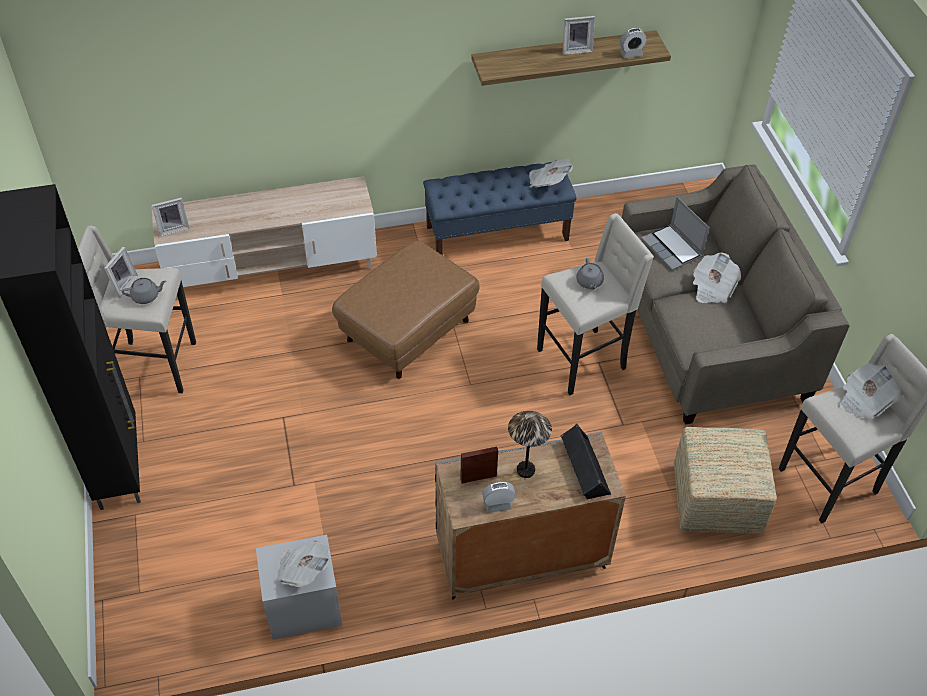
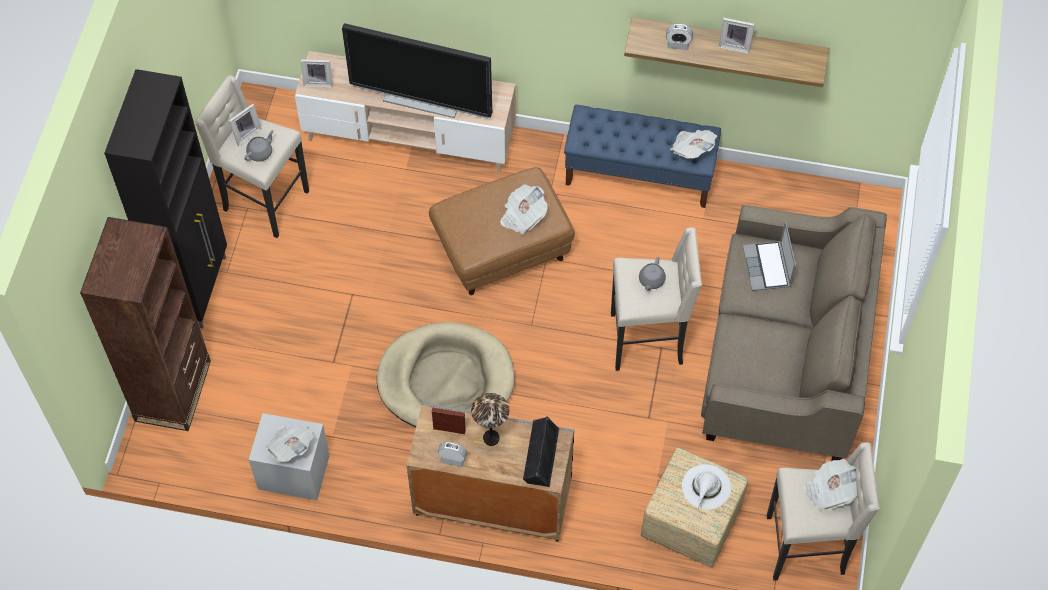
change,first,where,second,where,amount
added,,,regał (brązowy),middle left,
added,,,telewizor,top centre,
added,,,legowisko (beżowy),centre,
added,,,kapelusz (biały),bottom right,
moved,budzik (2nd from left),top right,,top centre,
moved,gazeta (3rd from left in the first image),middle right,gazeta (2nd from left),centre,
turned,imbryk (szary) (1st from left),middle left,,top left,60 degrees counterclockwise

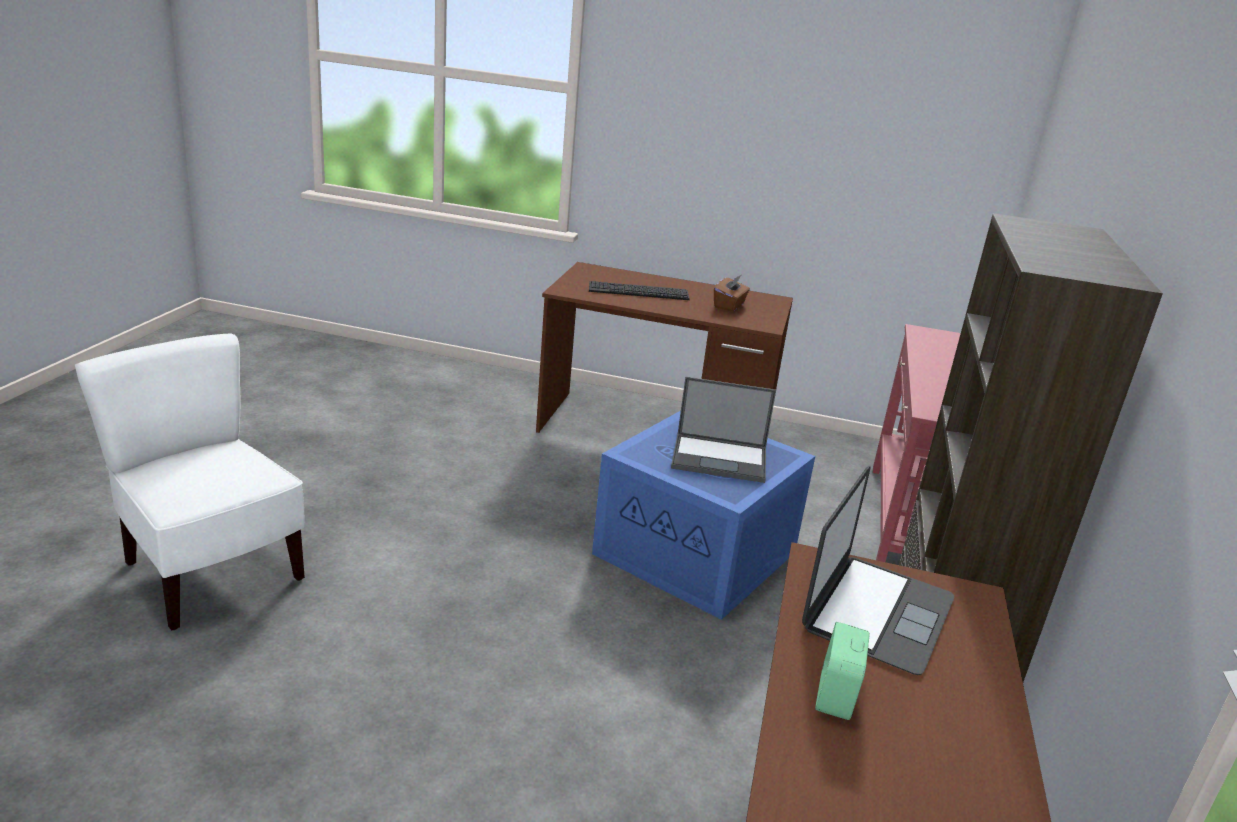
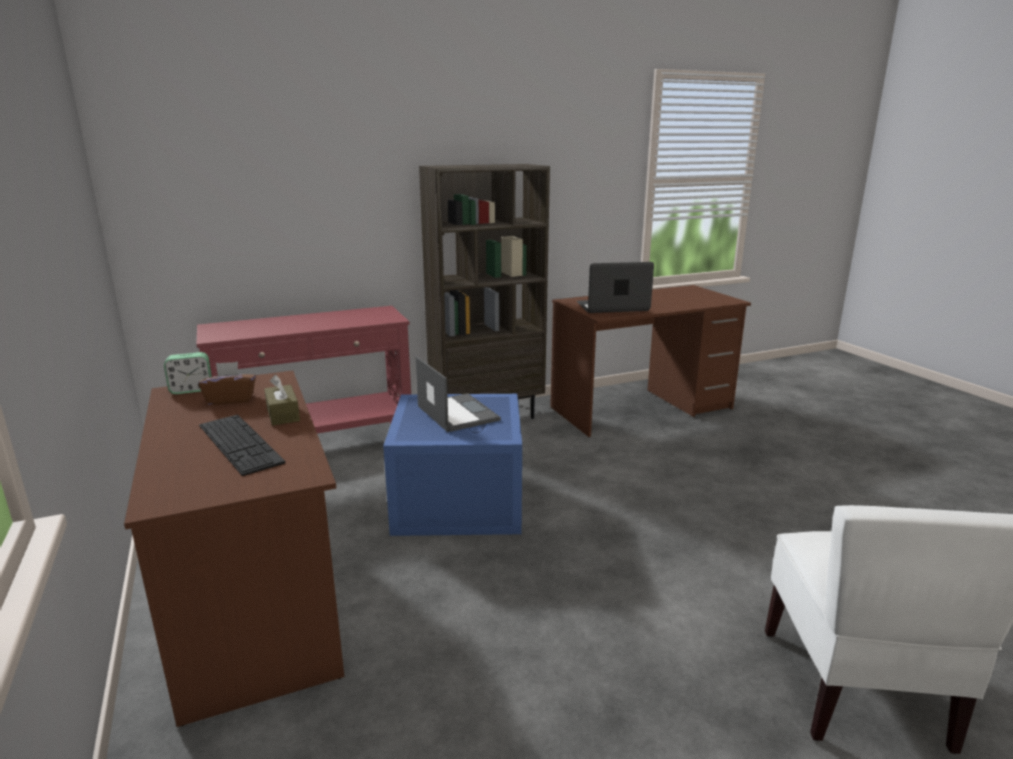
change,first,where,second,where,amount
added,,,pudełko chusteczek (brązowy) (2nd from left),middle left,
moved,budzik,bottom right,,middle left,

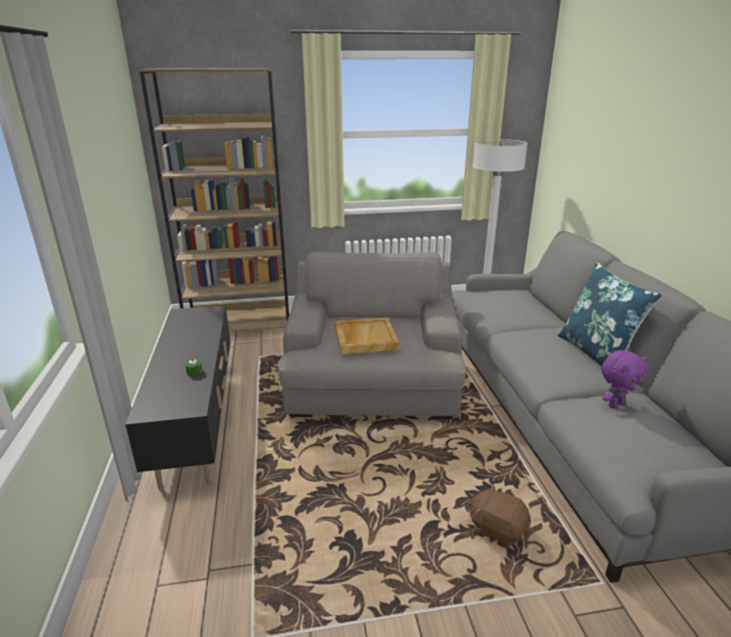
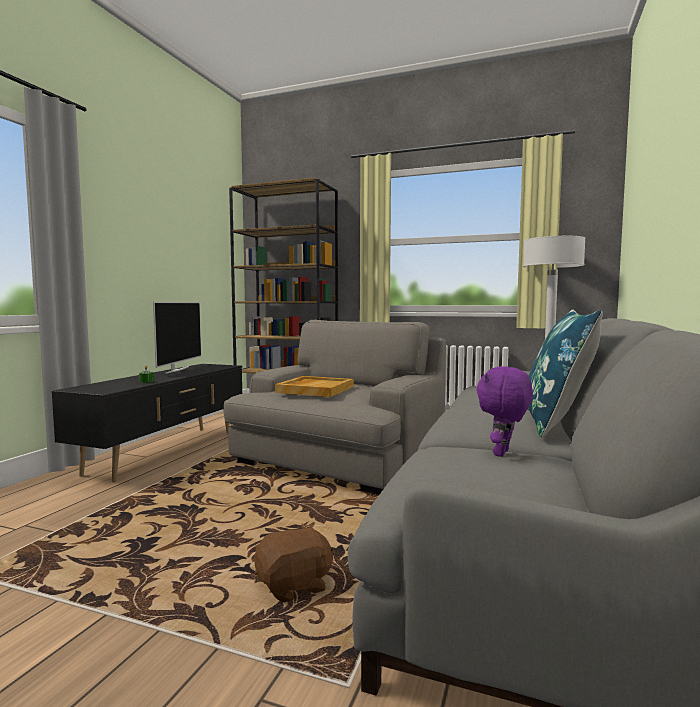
change,first,where,second,where,amount
added,,,telewizor,middle left,
turned,pluszak (brązowy),bottom right,,bottom centre,90 degrees clockwise
turned,pluszak (fioletowy),middle right,,middle right,120 degrees clockwise

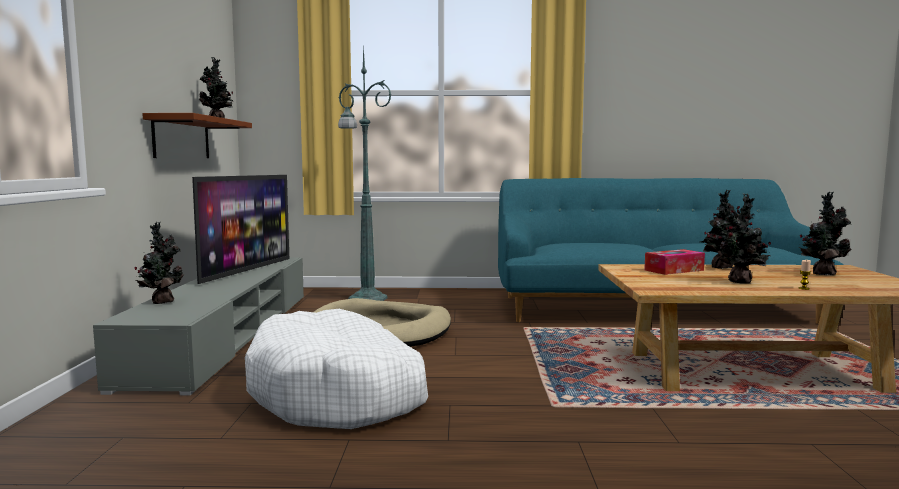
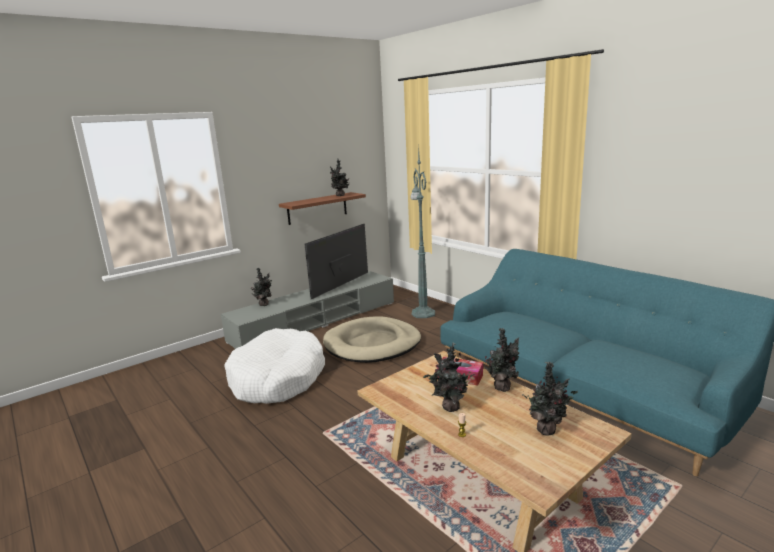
change,first,where,second,where,amount
turned,telewizor,middle left,,centre,150 degrees clockwise

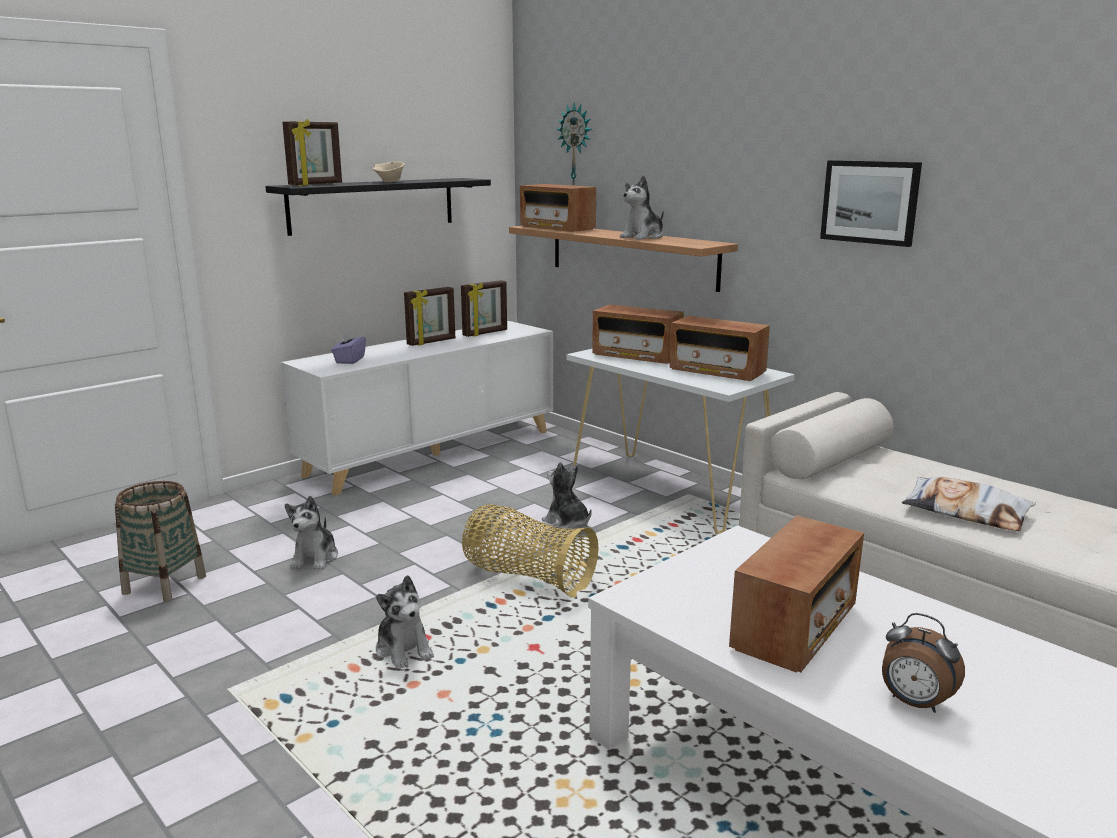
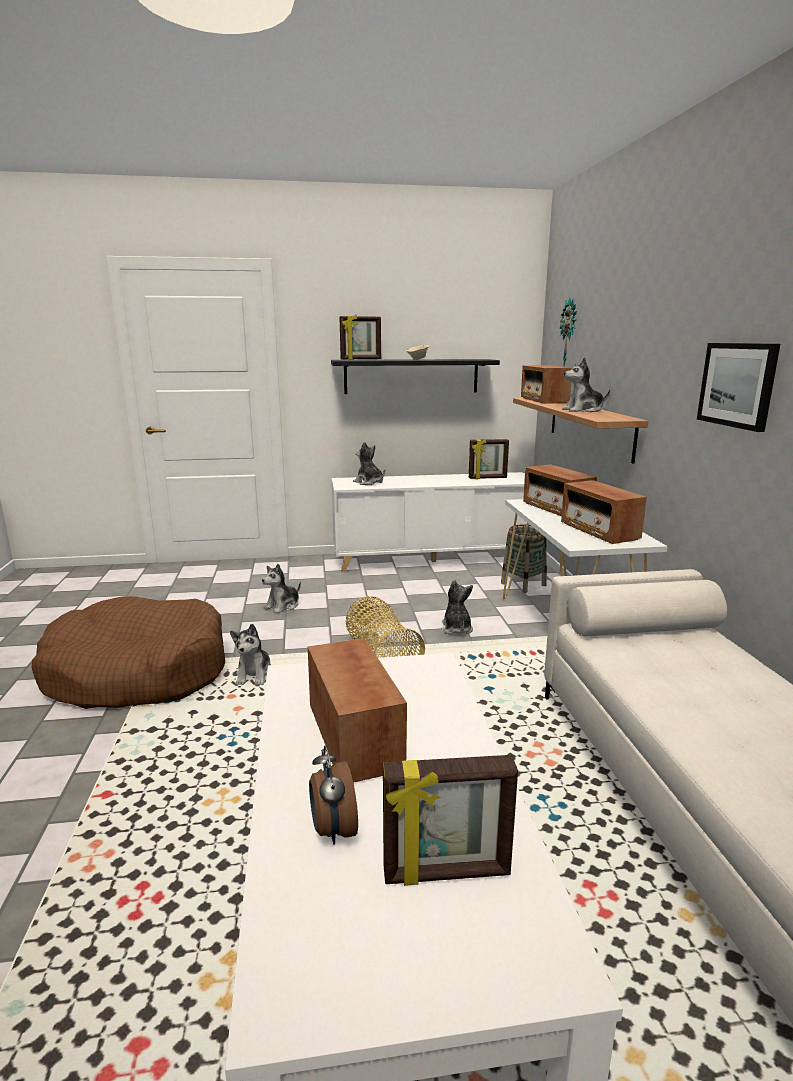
change,first,where,second,where,amount
removed,poduszka,middle right,,,
added,,,legowisko (brązowy),middle left,
moved,koszyk (1st from left in the first image),middle left,koszyk (2nd from left),centre,
moved,ramka na zdjęcie (2nd from left),centre,,bottom centre,
replaced,pudełko chusteczek (fioletowy),middle left,pluszak (3rd from left),centre,
turned,radio (4th from left in the first image),bottom right,radio (1st from left),centre,90 degrees counterclockwise

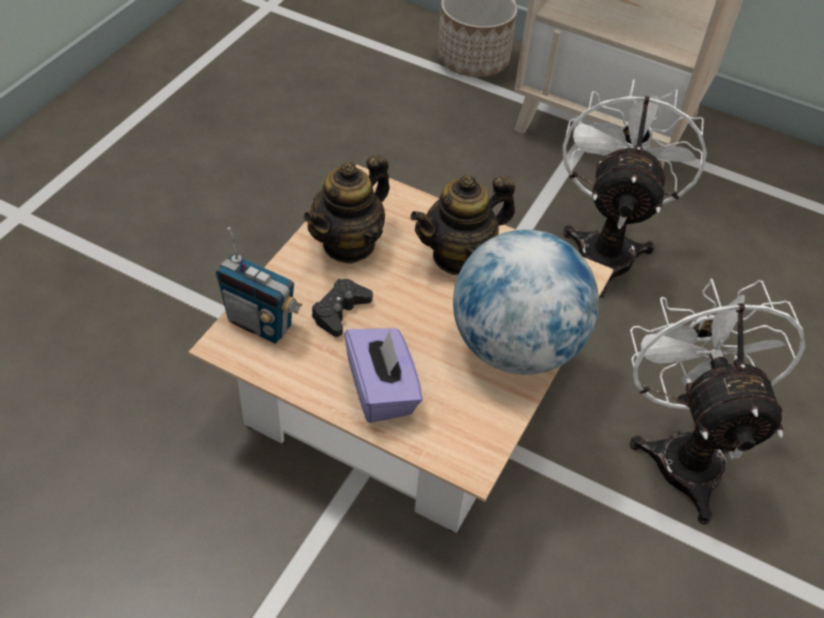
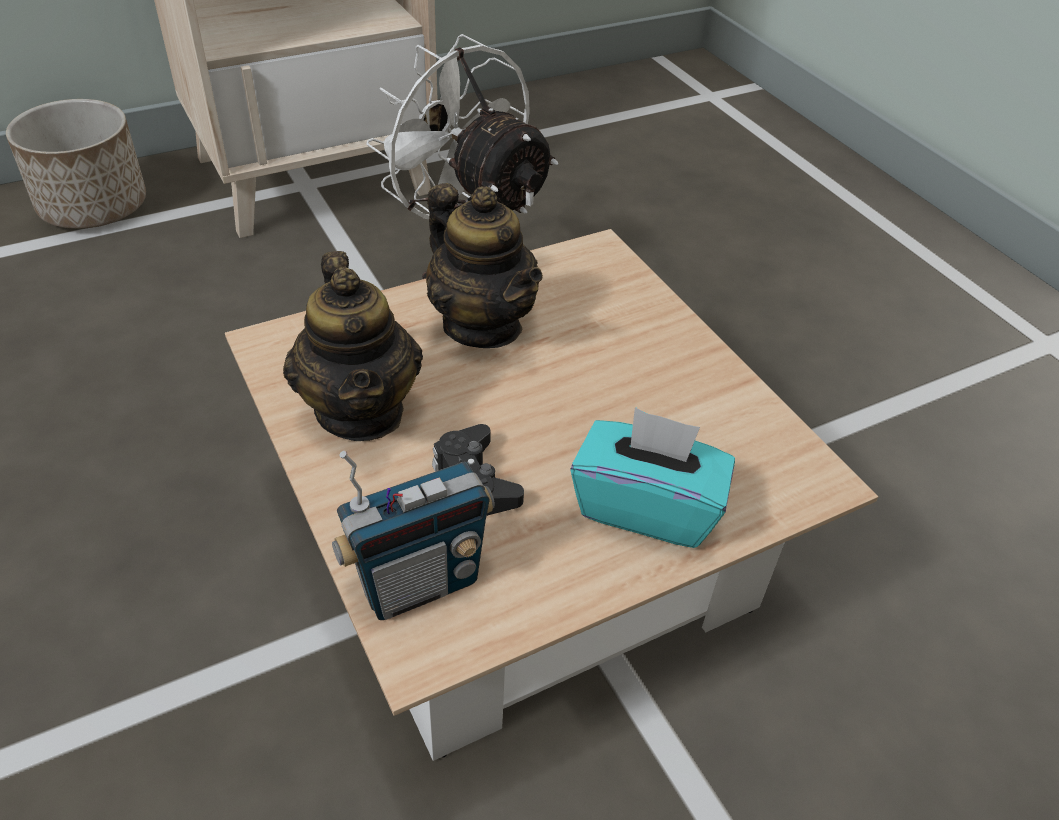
change,first,where,second,where,amount
removed,globus,centre,,,
removed,wentylator (biały) (2nd from left),middle right,,,
recoloured,pudełko chusteczek (fioletowy),centre,pudełko chusteczek (turkusowy),centre,
turned,imbryk (2nd from left),centre,,top centre,45 degrees counterclockwise

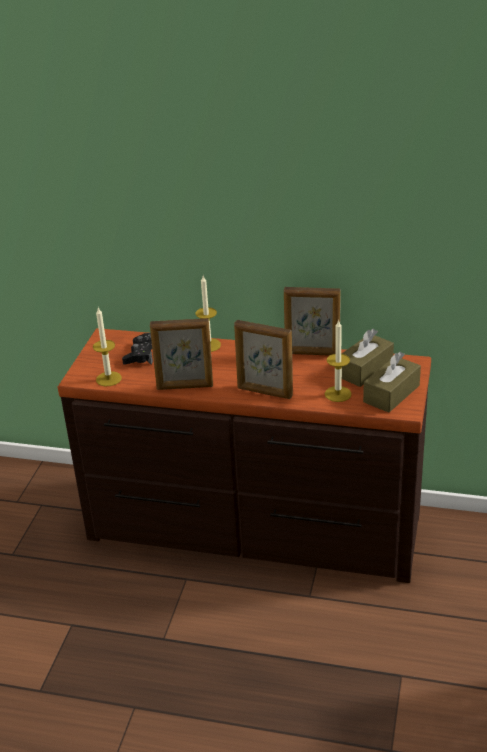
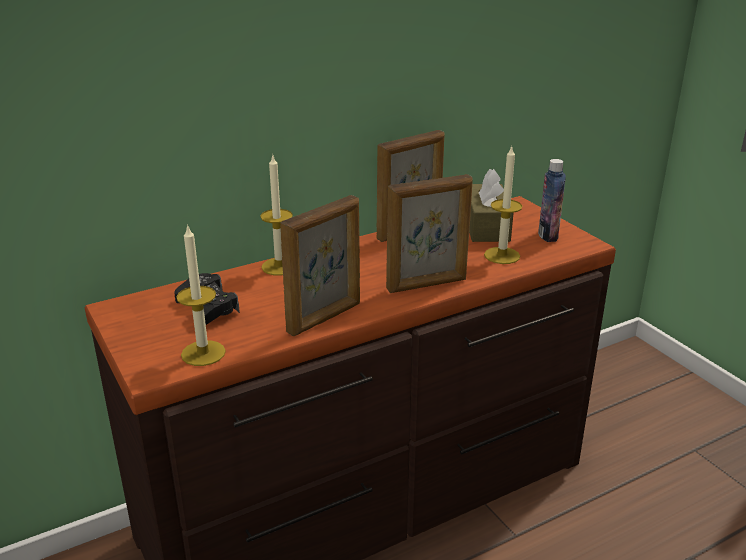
change,first,where,second,where,amount
replaced,pudełko chusteczek (brązowy) (2nd from left),middle right,butelka,middle right,

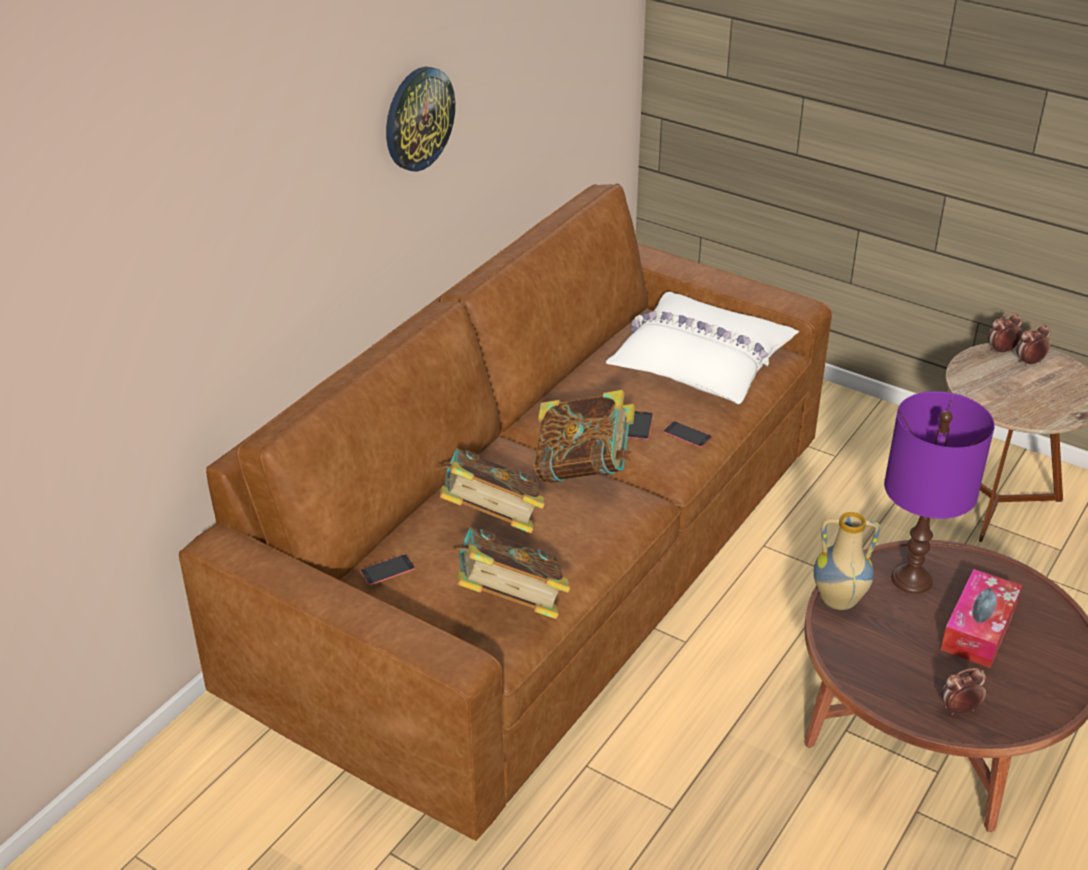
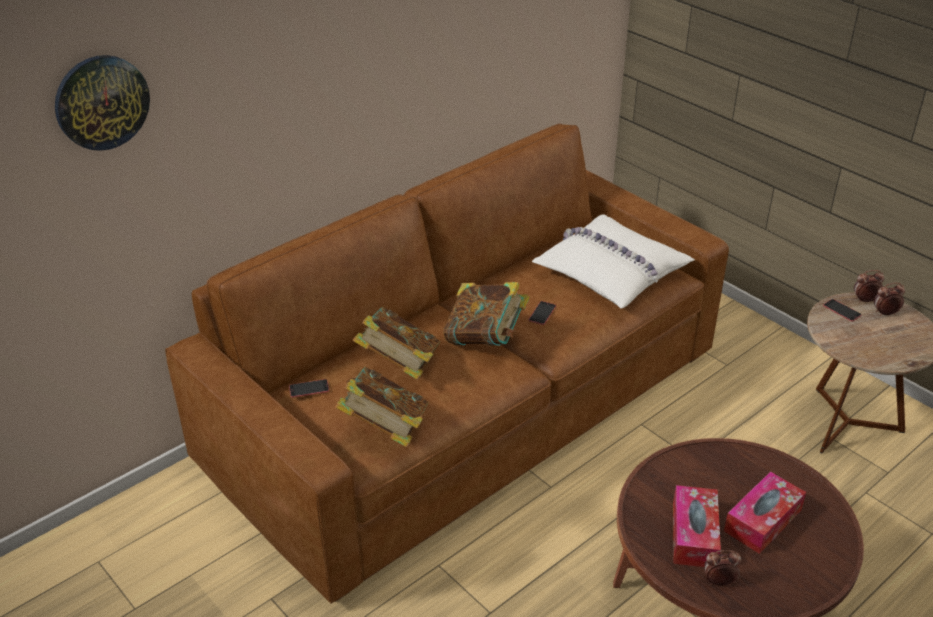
change,first,where,second,where,amount
removed,wazon,middle right,,,
removed,lampa stołowa (fioletowy),middle right,,,
added,,,pudełko chusteczek (1st from left),bottom right,
moved,zegar ścienny,top centre,,top left,
moved,telefon (3rd from left),centre,,middle right,

